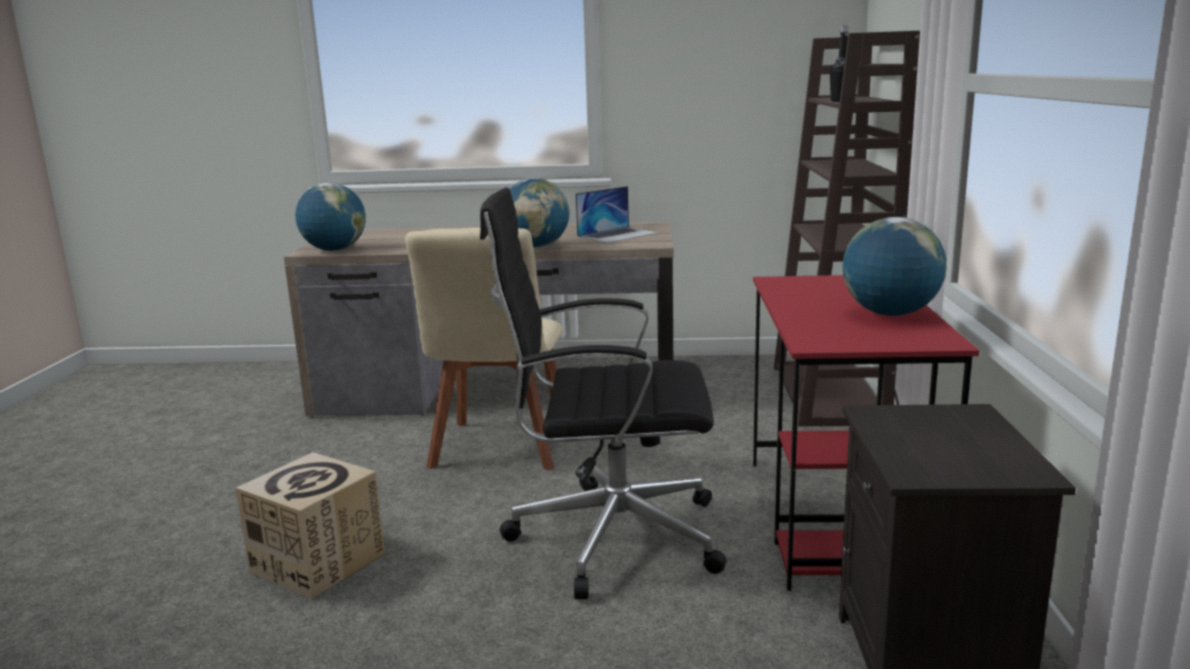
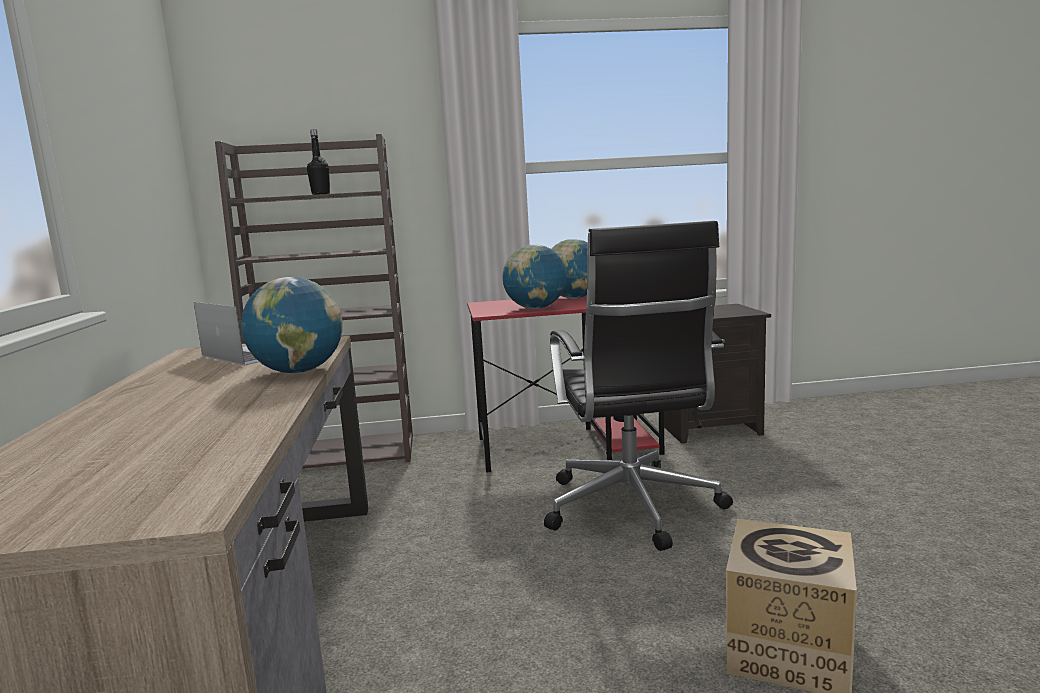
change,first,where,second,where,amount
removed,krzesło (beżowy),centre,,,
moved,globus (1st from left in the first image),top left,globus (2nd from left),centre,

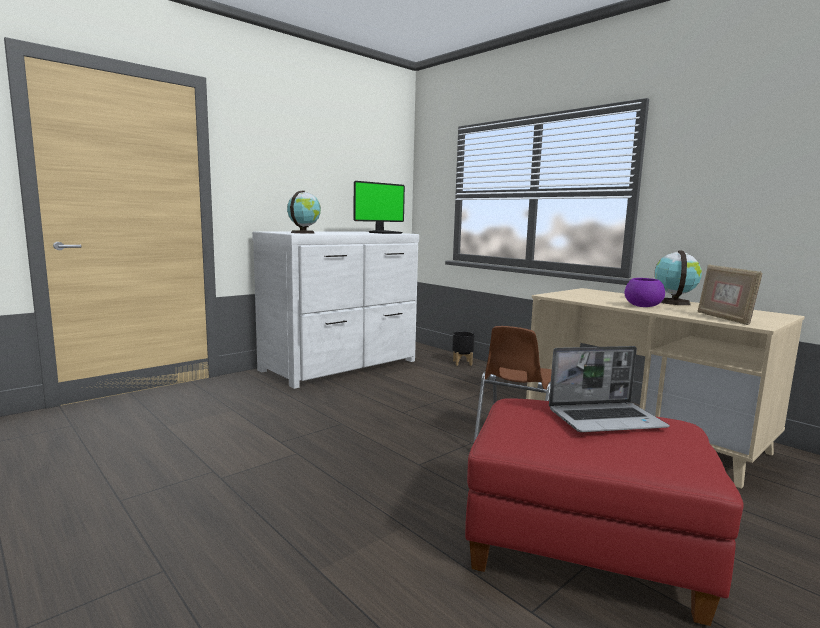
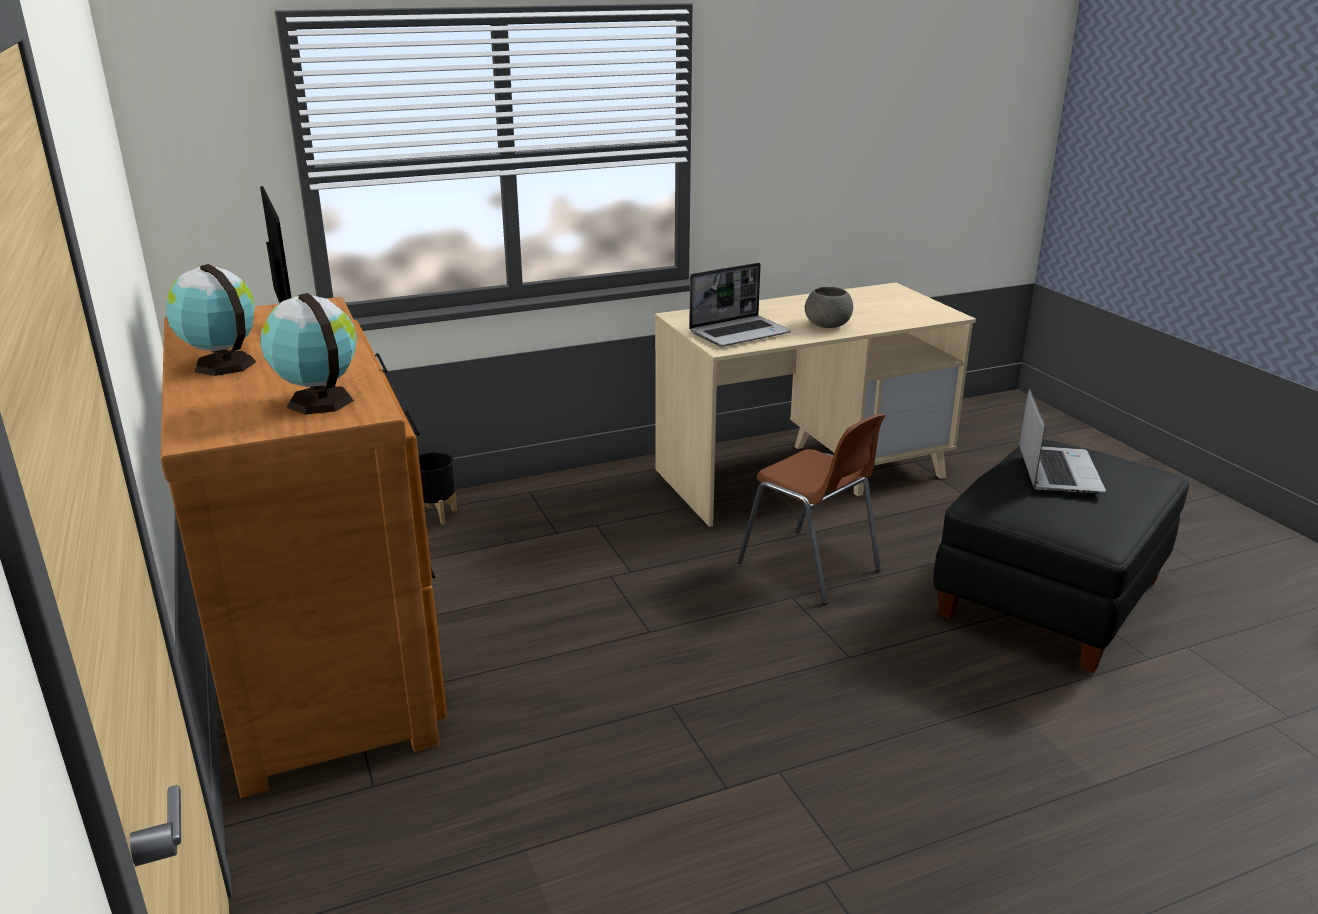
change,first,where,second,where,amount
removed,ramka na zdjęcie,middle right,,,
added,,,laptop (1st from left),centre,
moved,globus (2nd from left in the first image),middle right,globus (1st from left),middle left,
recoloured,komoda (biały),centre,komoda (brązowy),middle left,
recoloured,pufa (czerwony),bottom right,pufa (czarny),middle right,
recoloured,miska (fioletowy),middle right,miska (szary),centre,

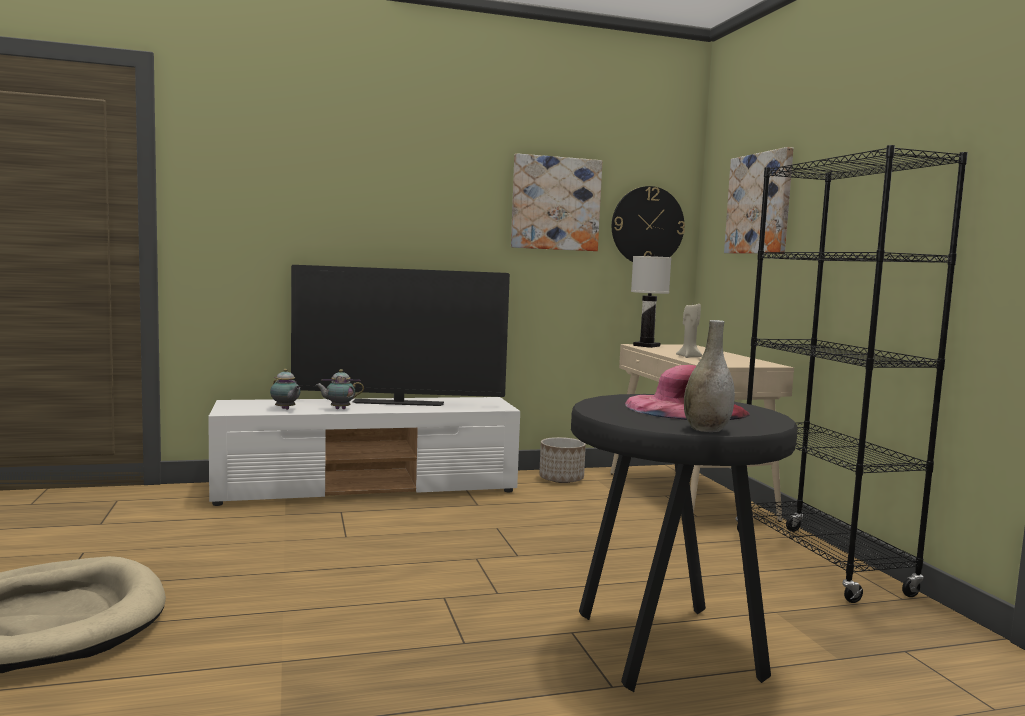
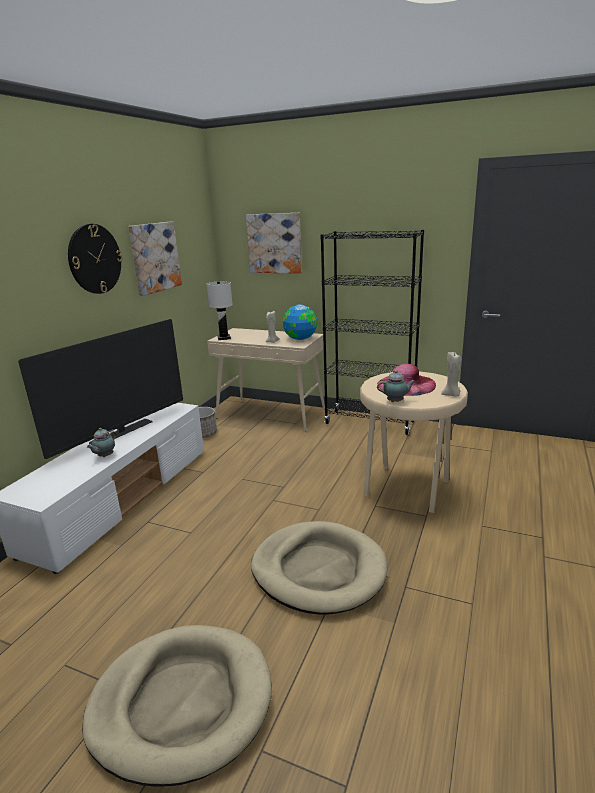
change,first,where,second,where,amount
added,,,legowisko (beżowy) (2nd from left),bottom centre,
added,,,globus,centre,
moved,imbryk (1st from left in the first image),middle left,imbryk (2nd from left),centre,
moved,zegar ścienny,top centre,,top left,
replaced,wazon (szary),middle right,świeca (beżowy) (2nd from left),middle right,
recoloured,stołek (czarny),bottom right,stołek (beżowy),middle right,

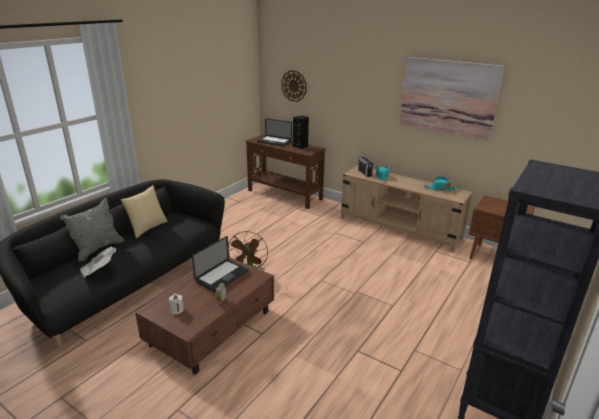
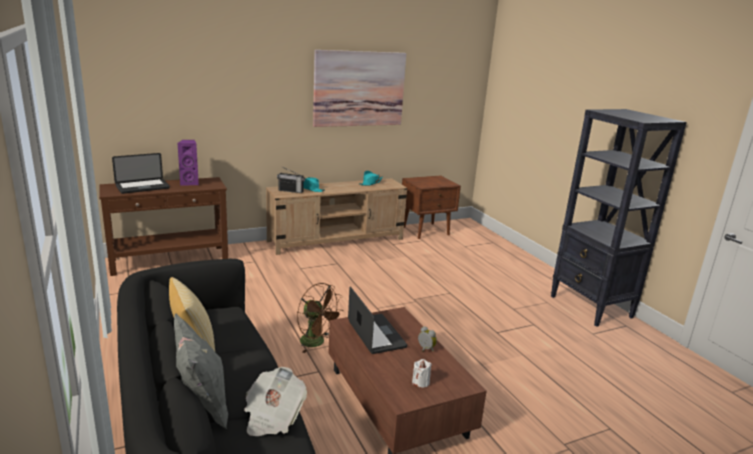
change,first,where,second,where,amount
removed,zegar ścienny,top centre,,,
recoloured,głośnik (czarny),top centre,głośnik (fioletowy),middle left,

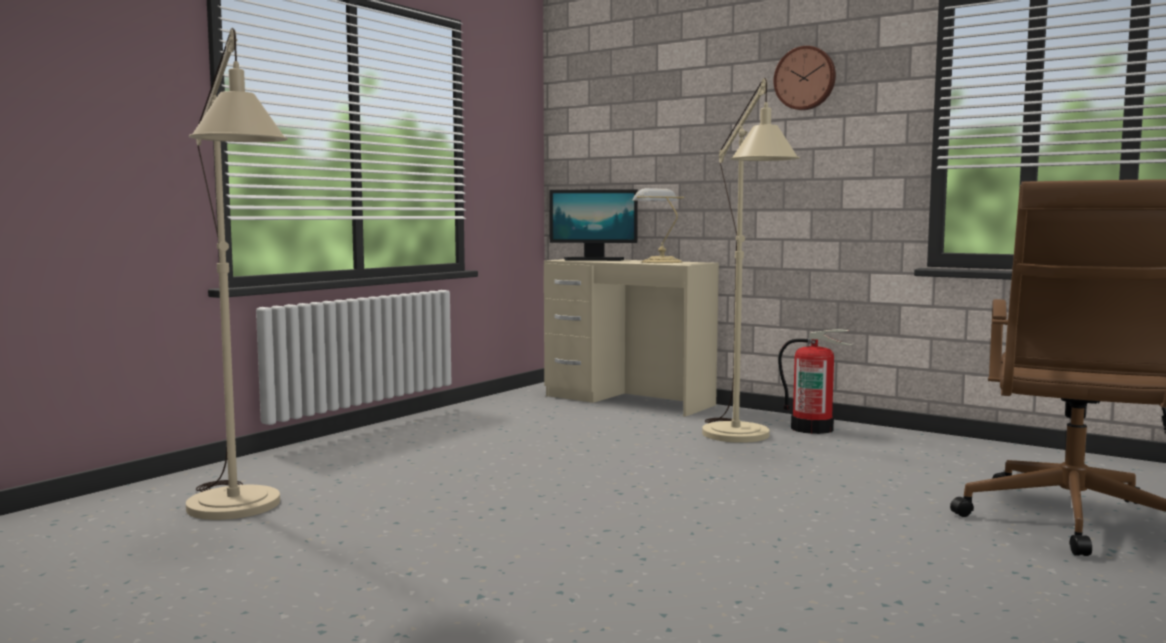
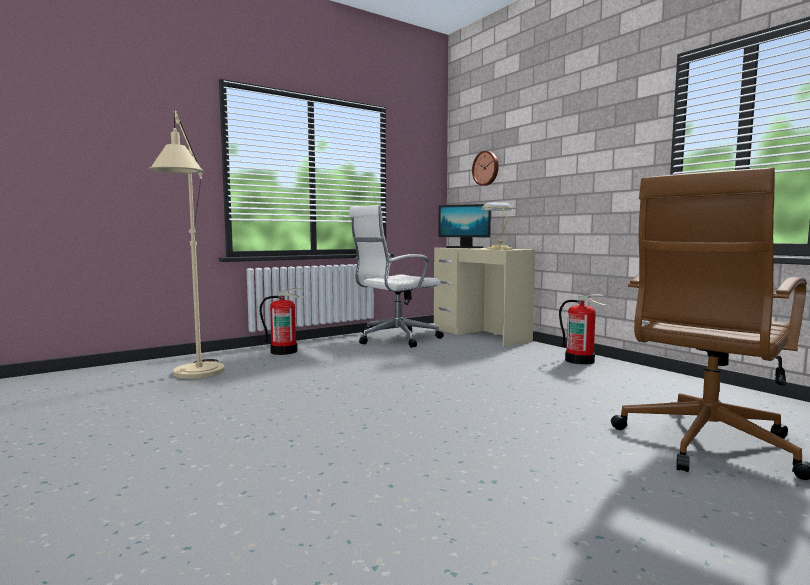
change,first,where,second,where,amount
removed,lampa stojąca (beżowy) (2nd from left),centre,,,
added,,,gaśnica (1st from left),centre,
added,,,krzesło biurowe (biały),centre,
moved,zegar ścienny,top right,,top centre,

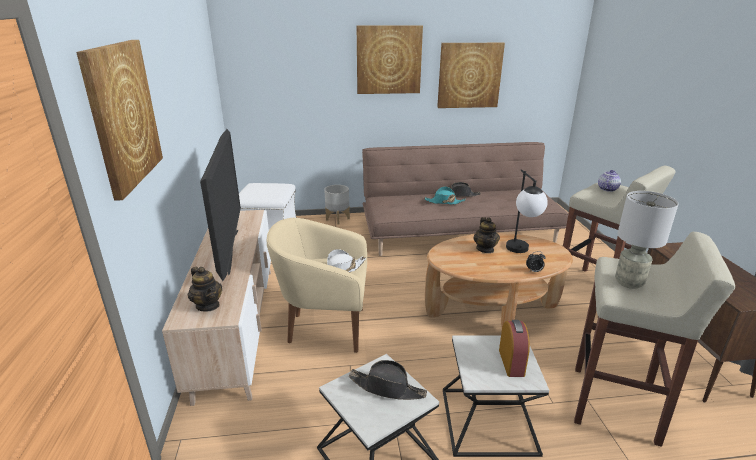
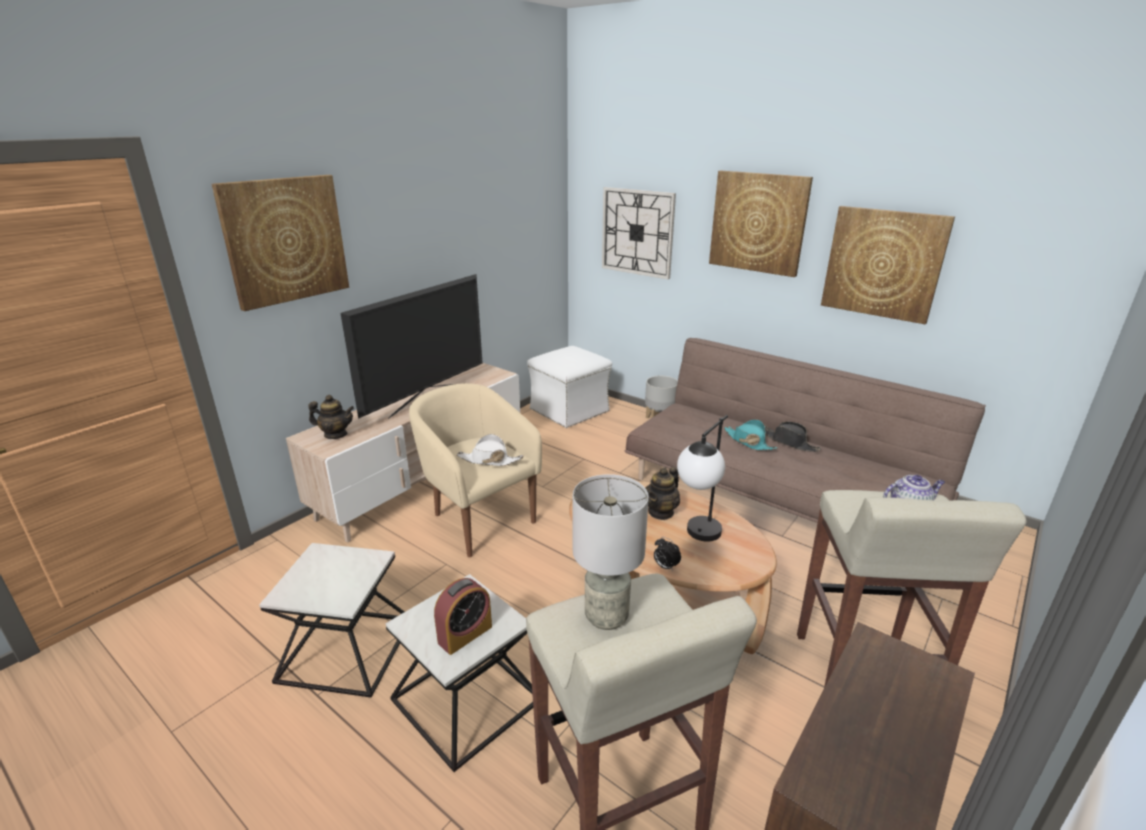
change,first,where,second,where,amount
removed,kapelusz (czarny) (1st from left),bottom centre,,,
added,,,zegar ścienny,top centre,
turned,imbryk (1st from left),middle left,,middle left,90 degrees counterclockwise

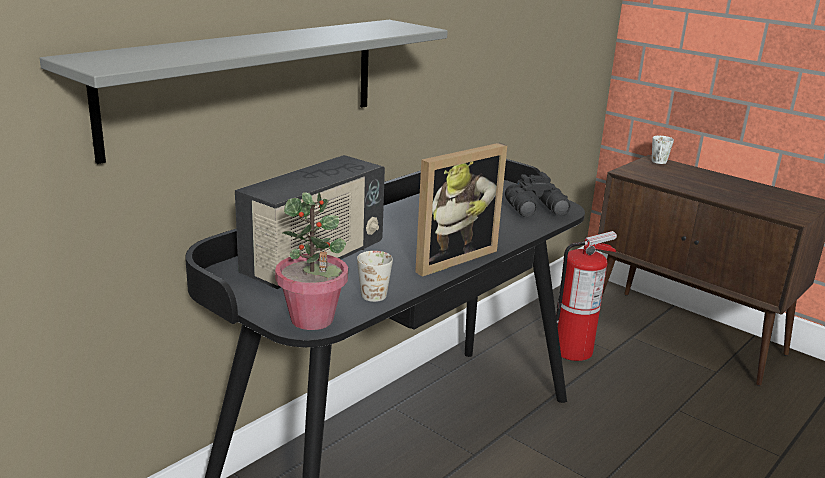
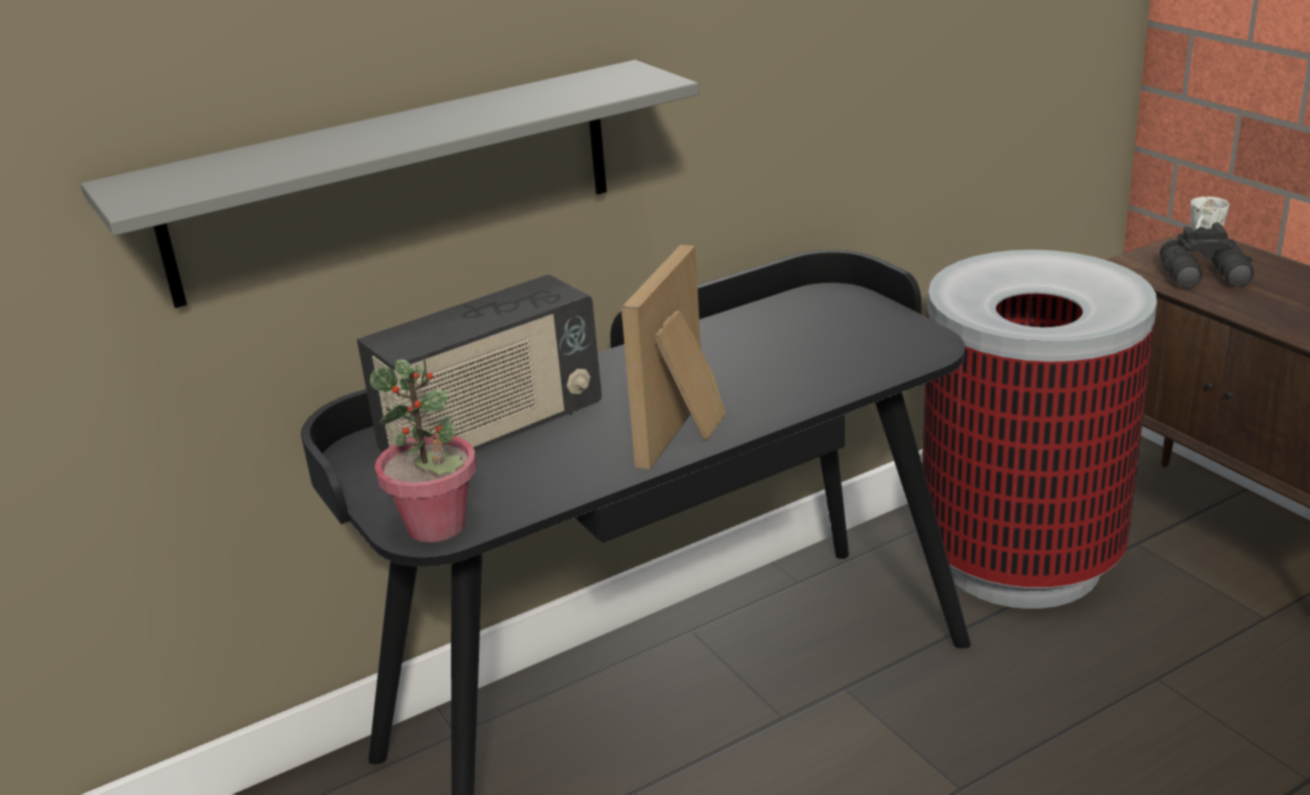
change,first,where,second,where,amount
removed,kubek (biały) (1st from left),centre,,,
moved,lornetka (czarny),centre,,top right,
replaced,gaśnica,middle right,kosz na śmieci,middle right,
turned,ramka na zdjęcie,centre,,centre,135 degrees clockwise

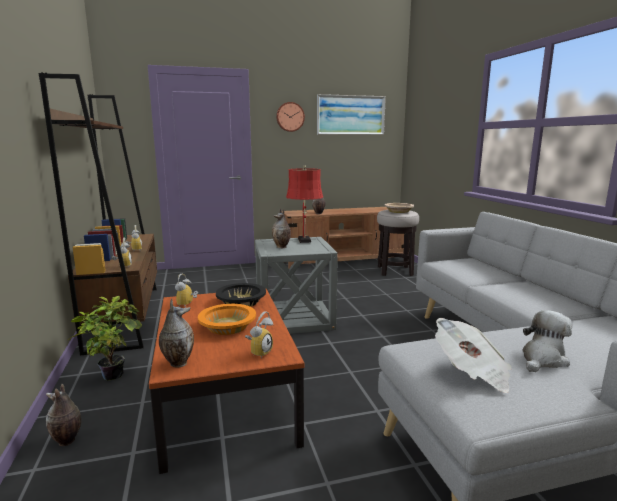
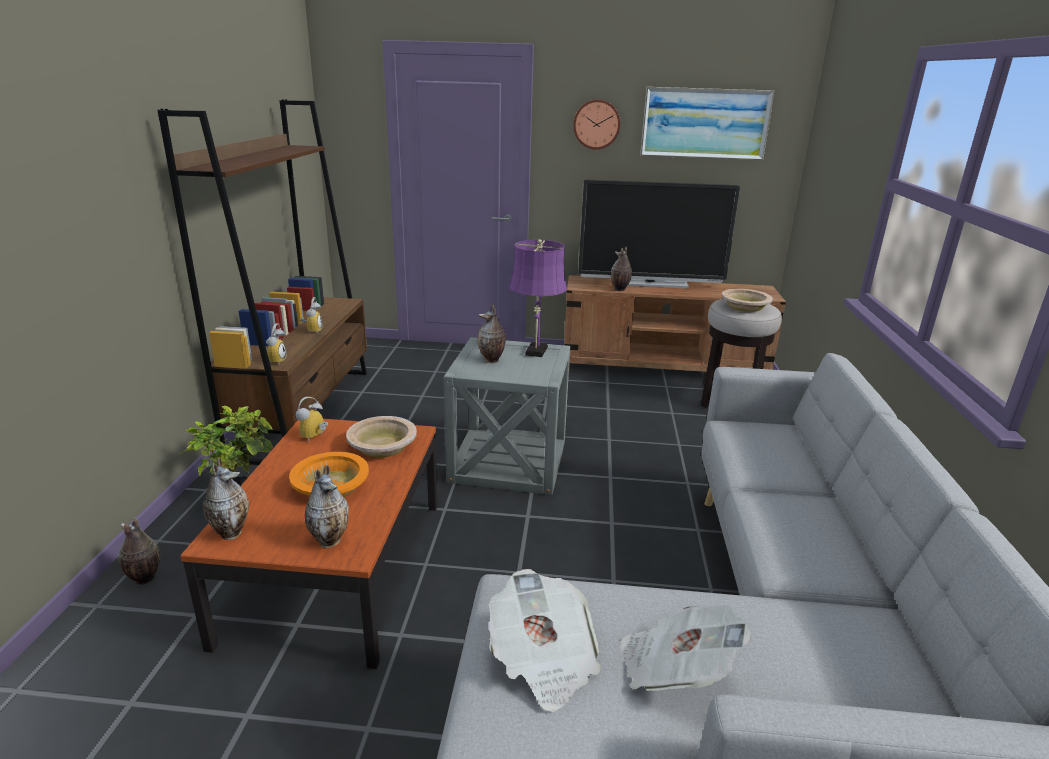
change,first,where,second,where,amount
added,,,telewizor,top centre,
replaced,budzik (4th from left),bottom centre,wazon (3rd from left),bottom left,
replaced,pluszak,bottom right,gazeta (2nd from left),bottom centre,
recoloured,miska (czarny),centre,miska (beżowy) (1st from left),centre,
recoloured,lampa stołowa (czerwony),centre,lampa stołowa (fioletowy),centre,

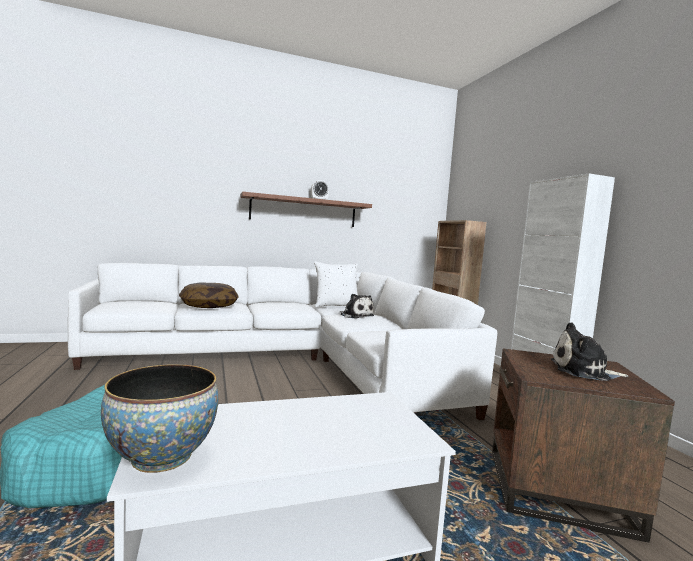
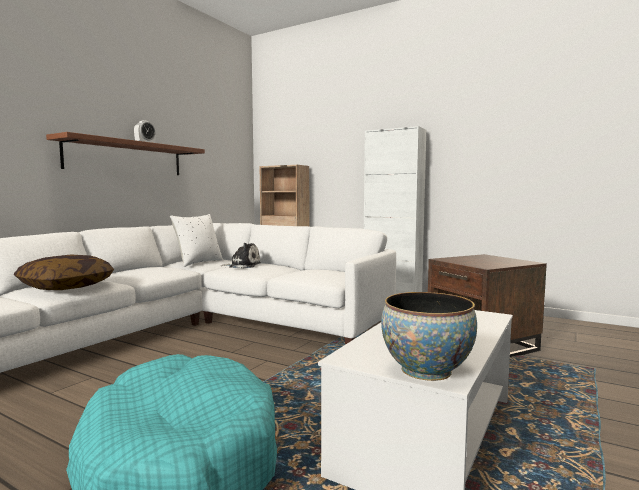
change,first,where,second,where,amount
removed,pluszak (2nd from left),middle right,,,

